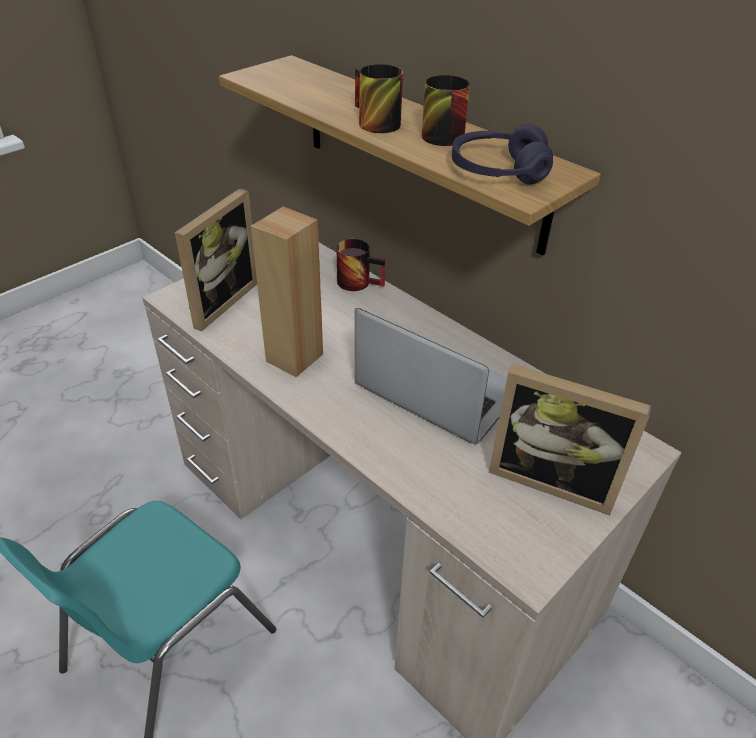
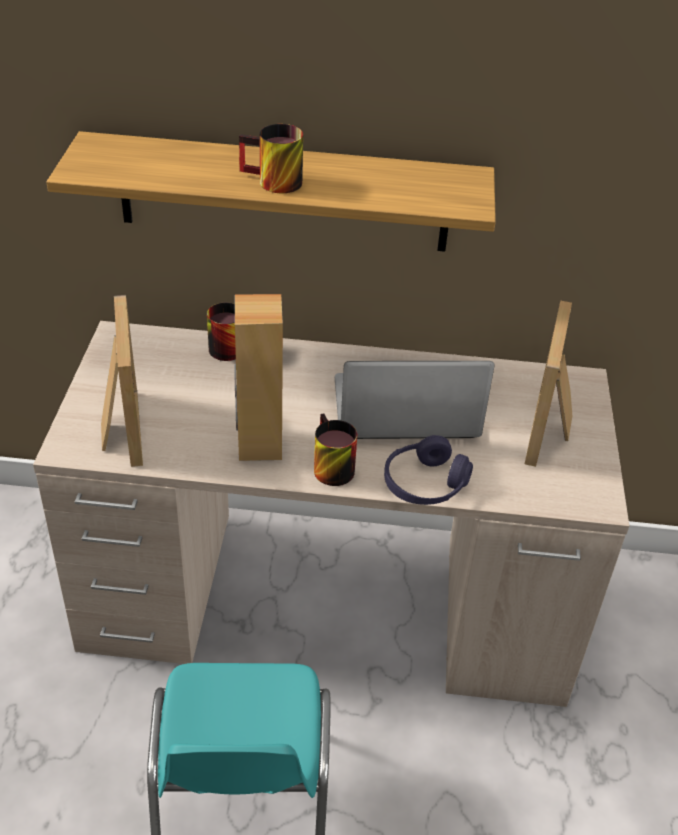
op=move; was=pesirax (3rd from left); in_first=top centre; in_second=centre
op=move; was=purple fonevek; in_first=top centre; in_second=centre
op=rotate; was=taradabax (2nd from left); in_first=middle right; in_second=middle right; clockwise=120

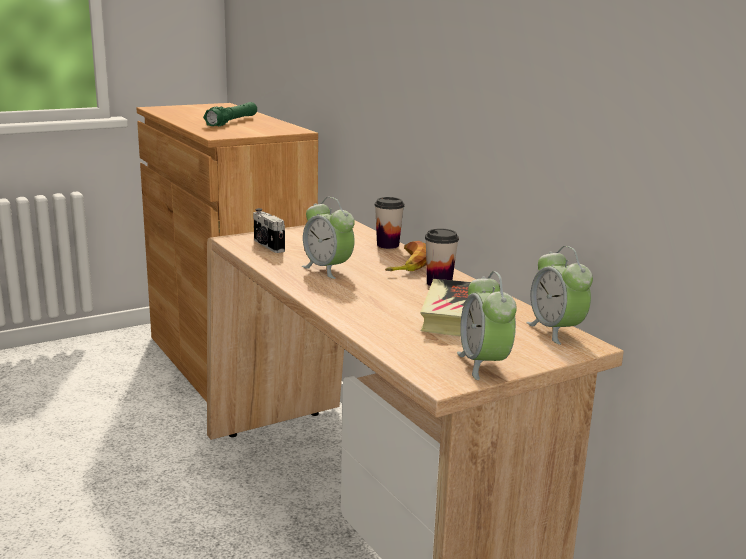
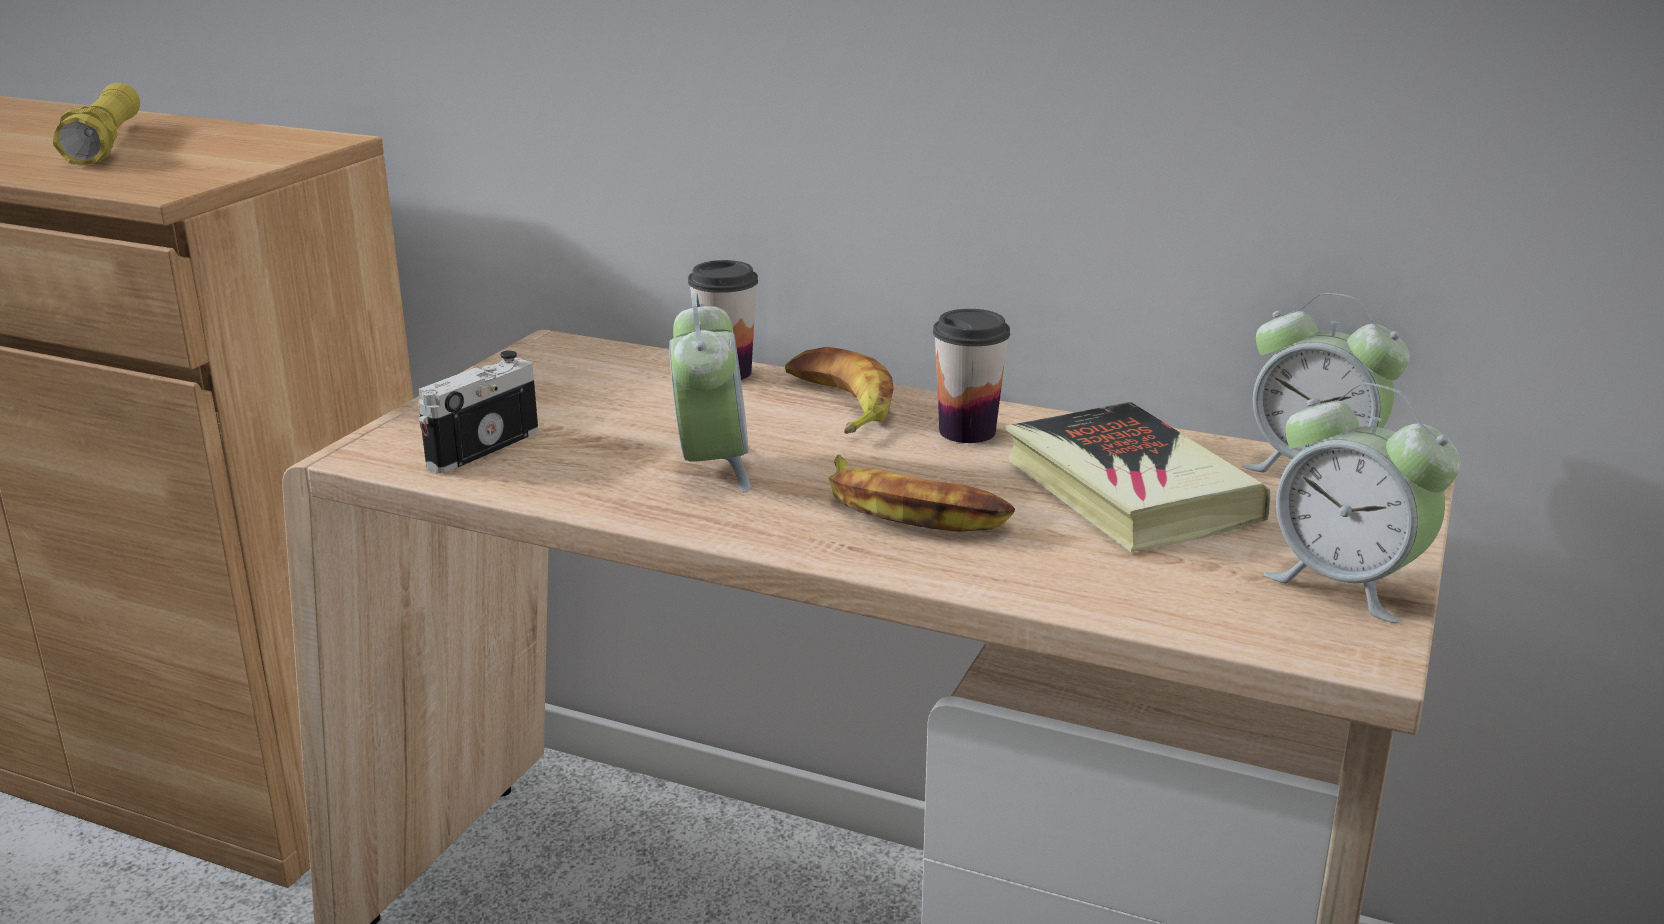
op=recolor; was=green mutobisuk; now=yellow mutobisuk; in_first=top left; in_second=top left
op=rotate; was=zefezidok; in_first=centre; in_second=middle left; clockwise=105
op=rotate; was=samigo (1st from left); in_first=centre; in_second=centre; clockwise=-105
op=insert; now=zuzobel (2nd from left); in_second=centre

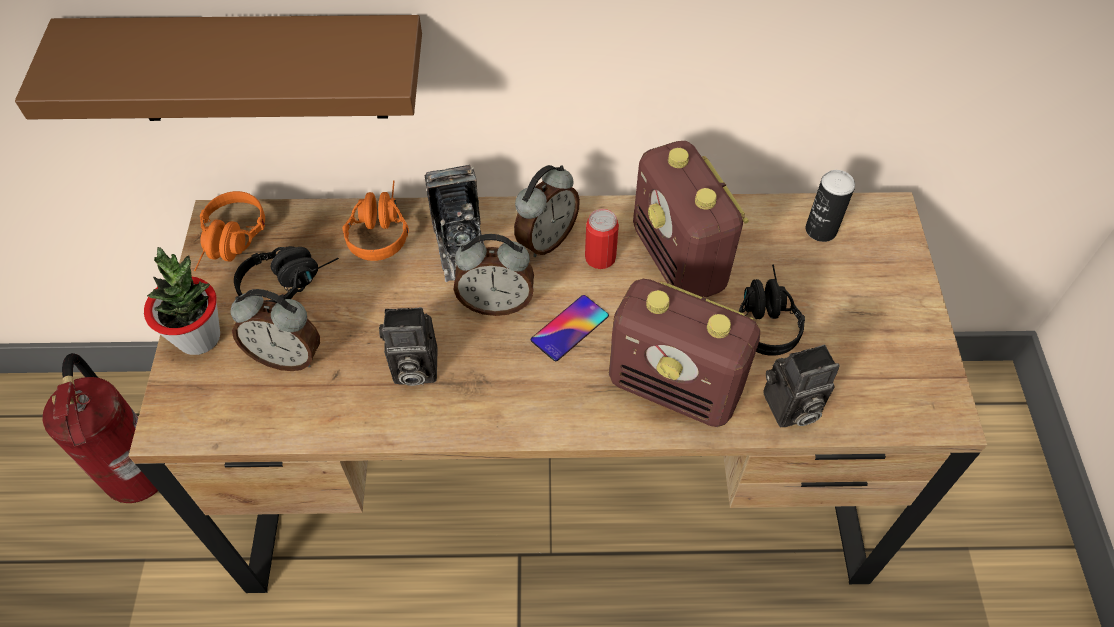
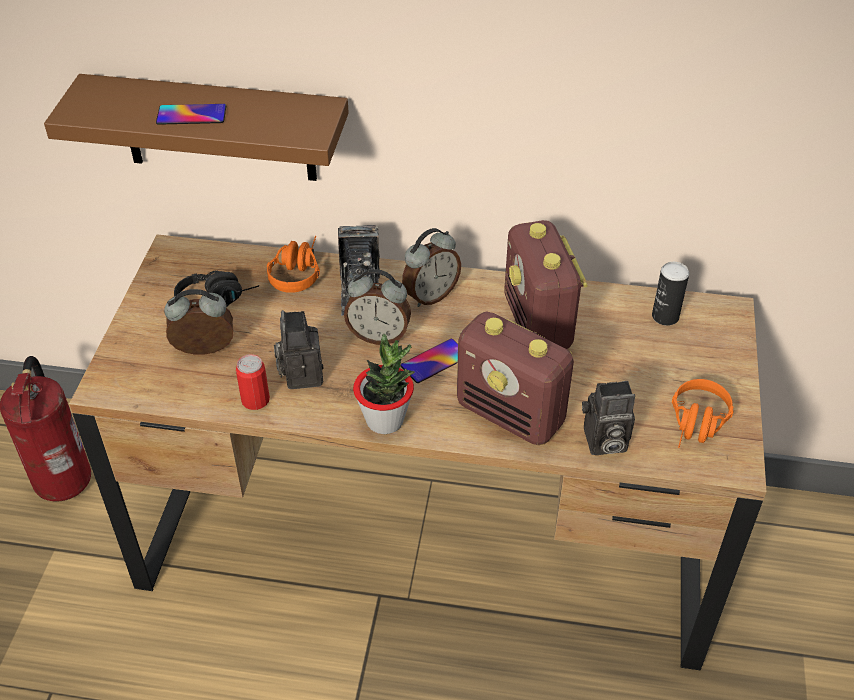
op=move; was=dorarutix; in_first=middle left; in_second=centre
op=move; was=orange fonevek (1st from left in the first image); now=orange fonevek (2nd from left); in_first=middle left; in_second=middle right
op=rotate; was=samigo (1st from left); in_first=middle left; in_second=middle left; clockwise=150
op=rotate; was=zefezidok (1st from left); in_first=centre; in_second=centre; clockwise=75
op=move; was=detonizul (1st from left); in_first=centre; in_second=middle left
op=delete; was=black fonevek (2nd from left); in_first=middle right
op=insert; now=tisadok (1st from left); in_second=top left

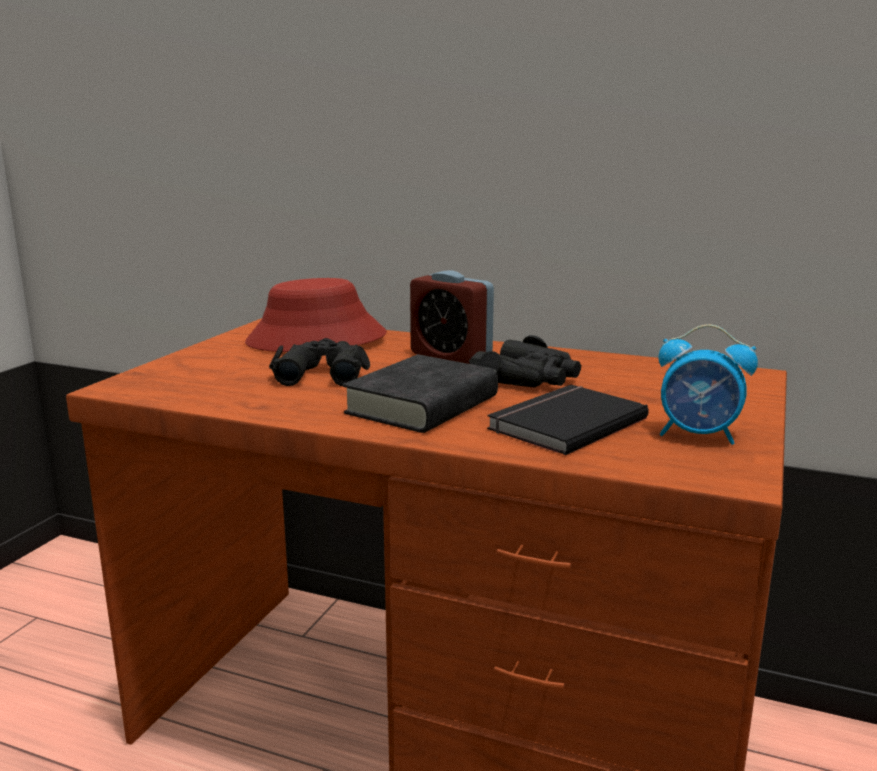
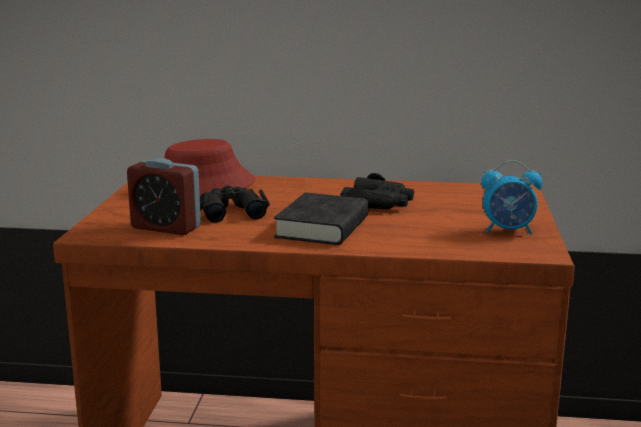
op=move; was=samigo (1st from left); in_first=centre; in_second=middle left
op=delete; was=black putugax (2nd from left); in_first=centre

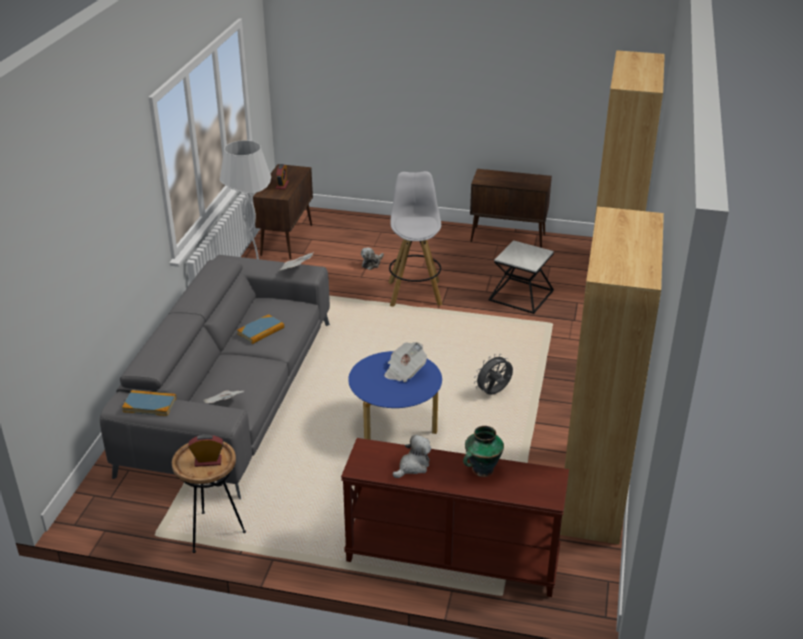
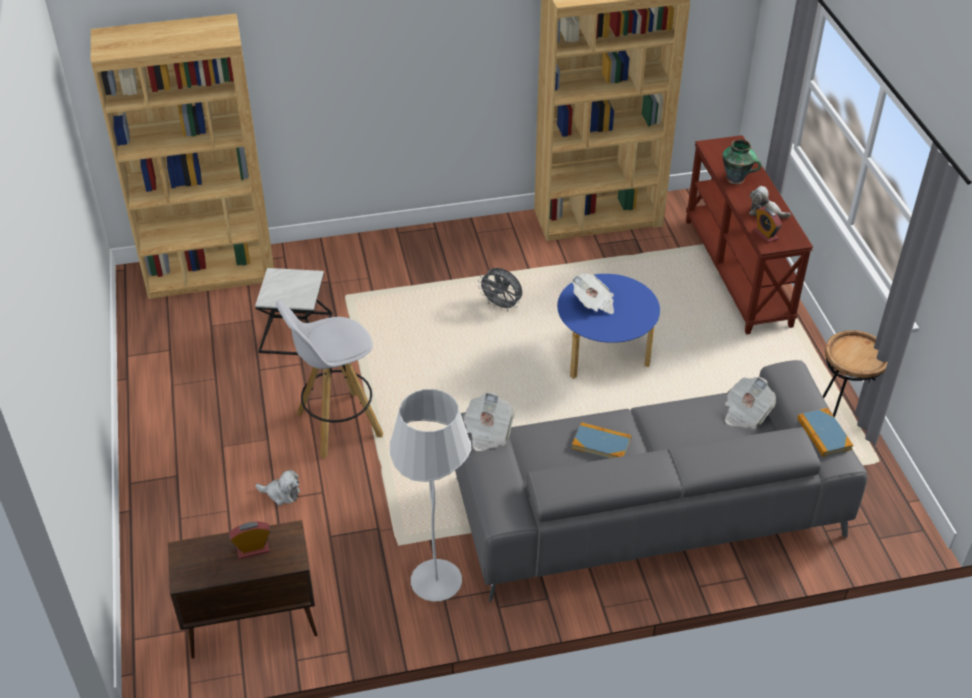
op=move; was=samigo (1st from left in the first image); now=samigo (2nd from left); in_first=bottom left; in_second=top right
op=delete; was=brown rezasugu (2nd from left); in_first=top centre

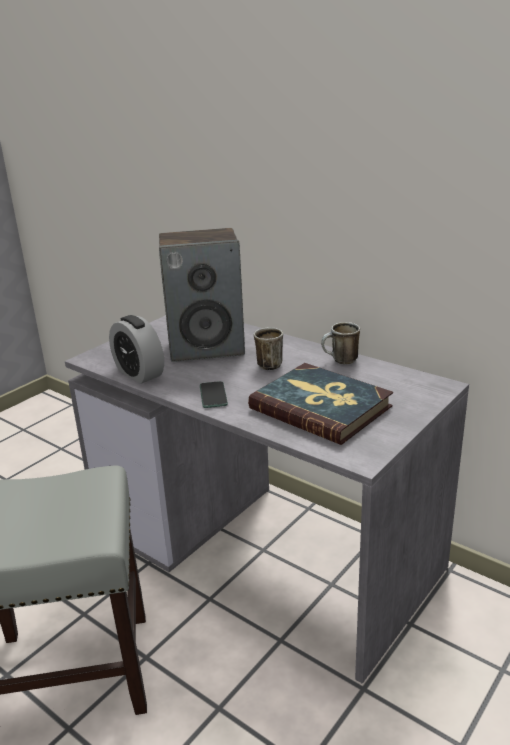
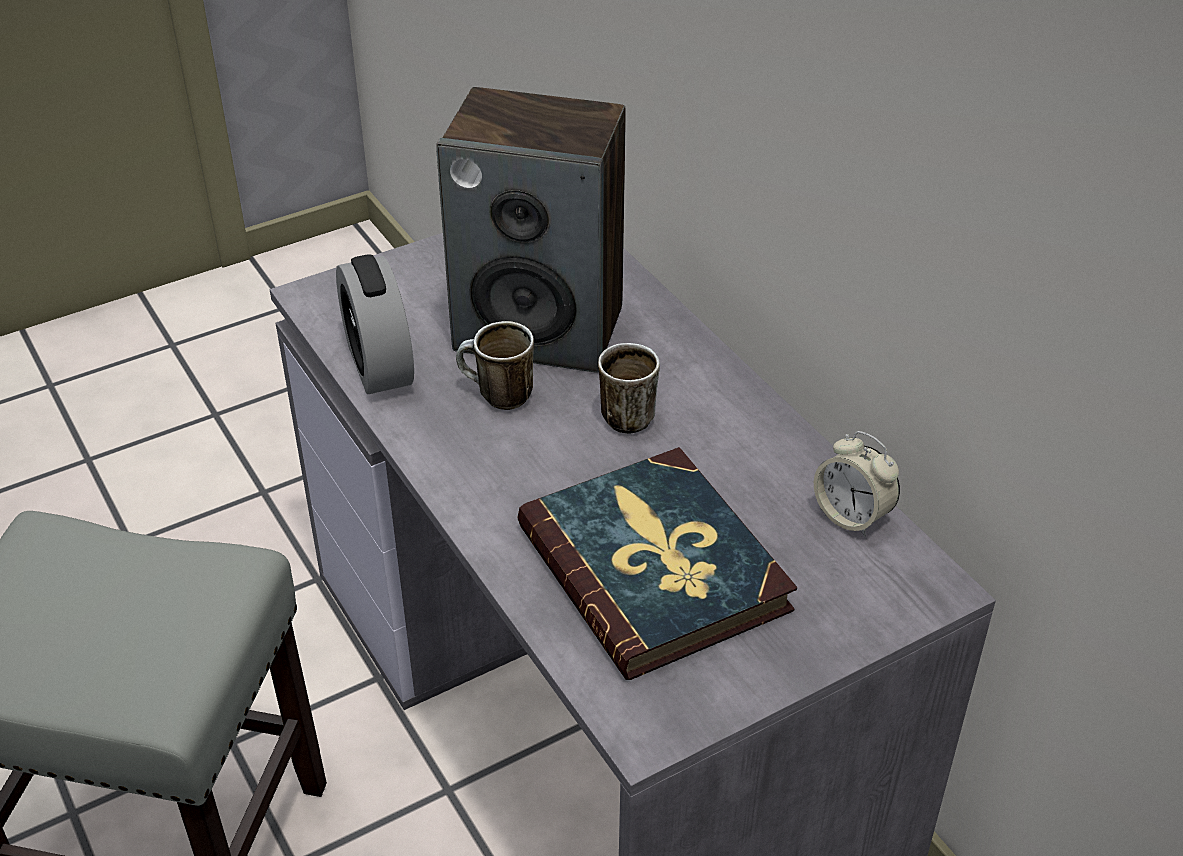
op=delete; was=tisadok; in_first=centre
op=move; was=pesirax (2nd from left in the first image); now=pesirax (1st from left); in_first=middle right; in_second=centre
op=insert; now=samigo (2nd from left); in_second=middle right

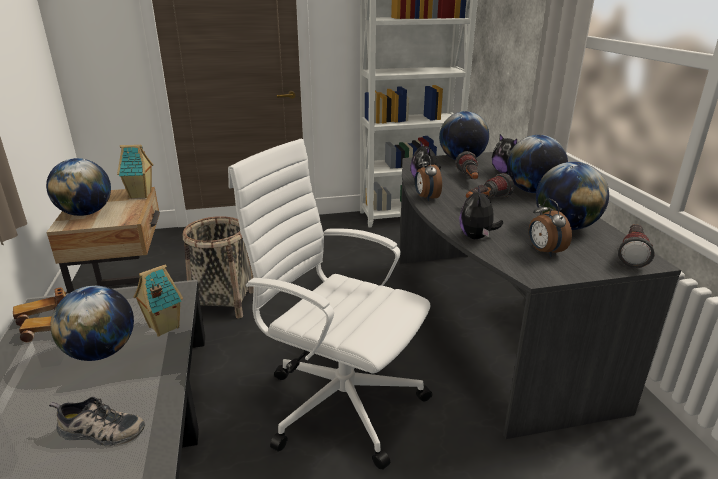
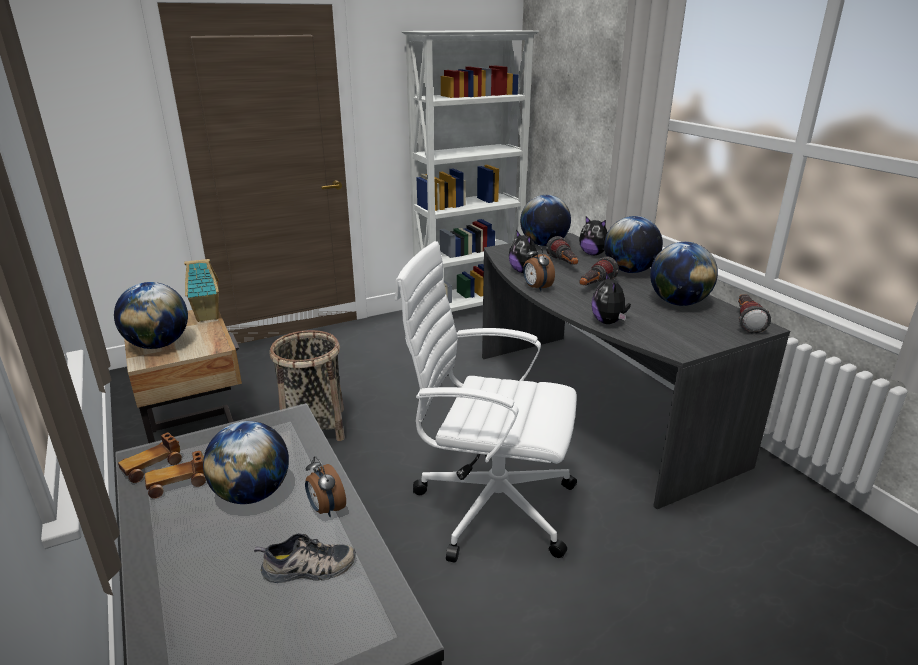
op=delete; was=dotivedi (2nd from left); in_first=middle left
op=move; was=samigo (2nd from left in the first image); now=samigo (1st from left); in_first=middle right; in_second=bottom centre

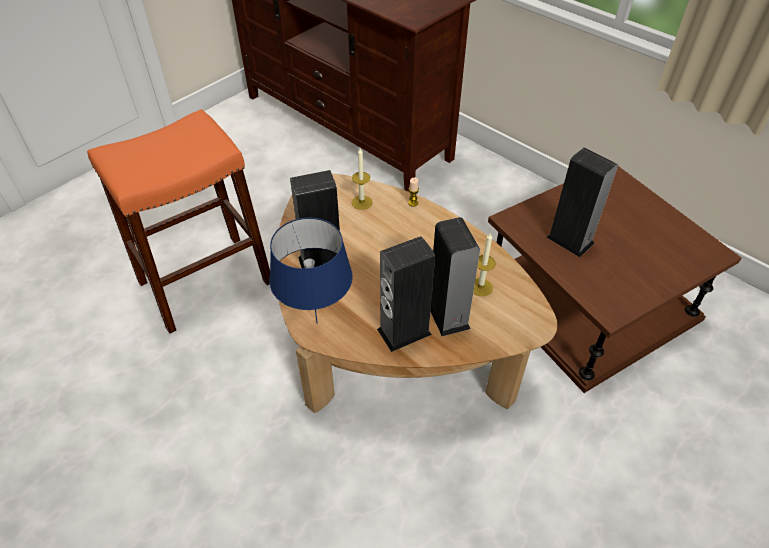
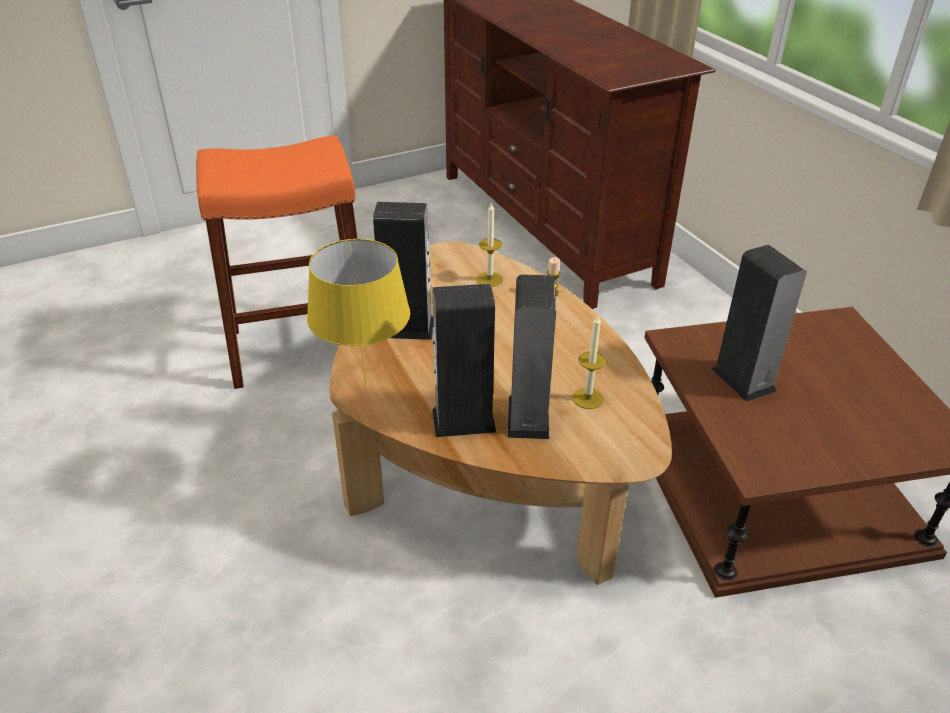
op=recolor; was=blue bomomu; now=yellow bomomu; in_first=centre; in_second=centre

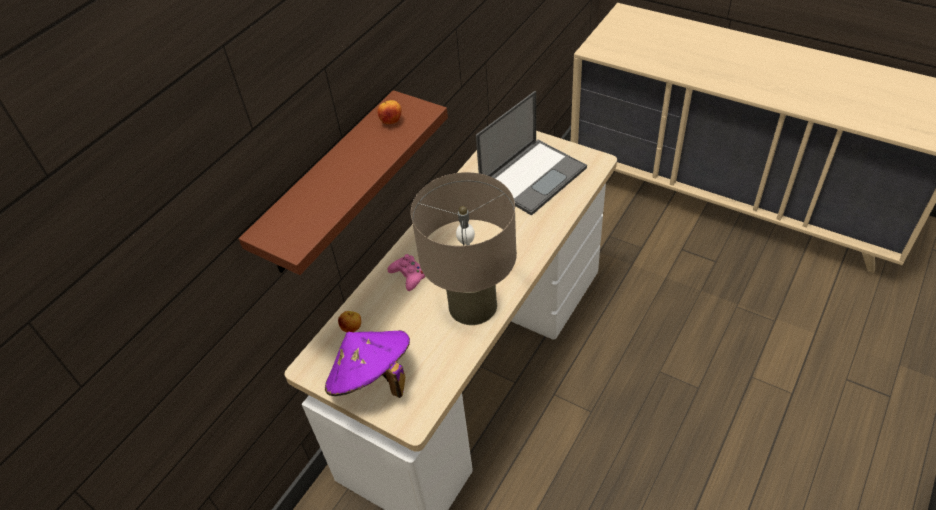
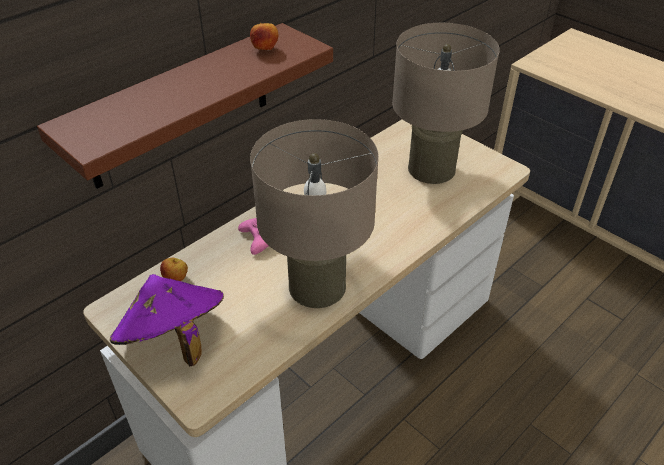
op=replace; was=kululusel; now=beige bomomu (2nd from left); in_first=top centre; in_second=top right

